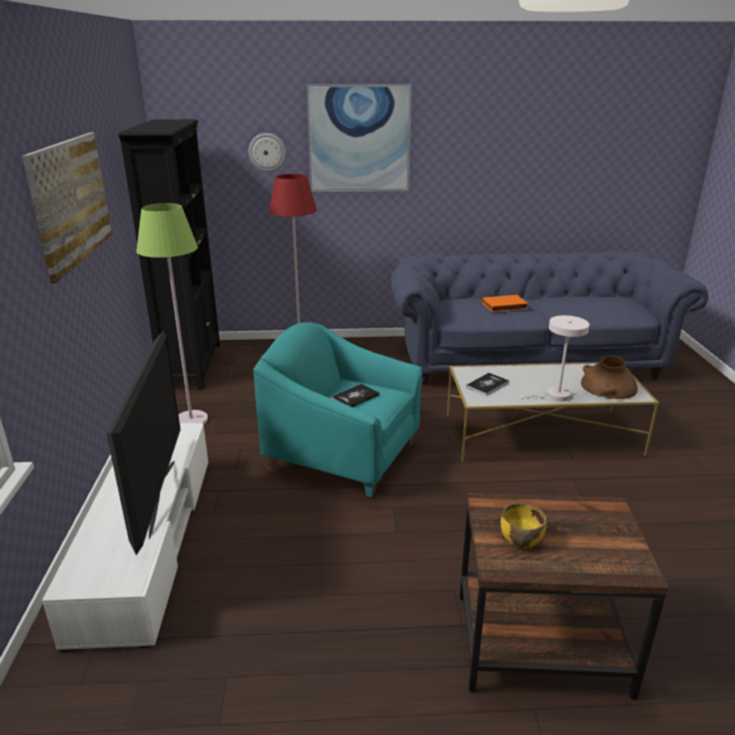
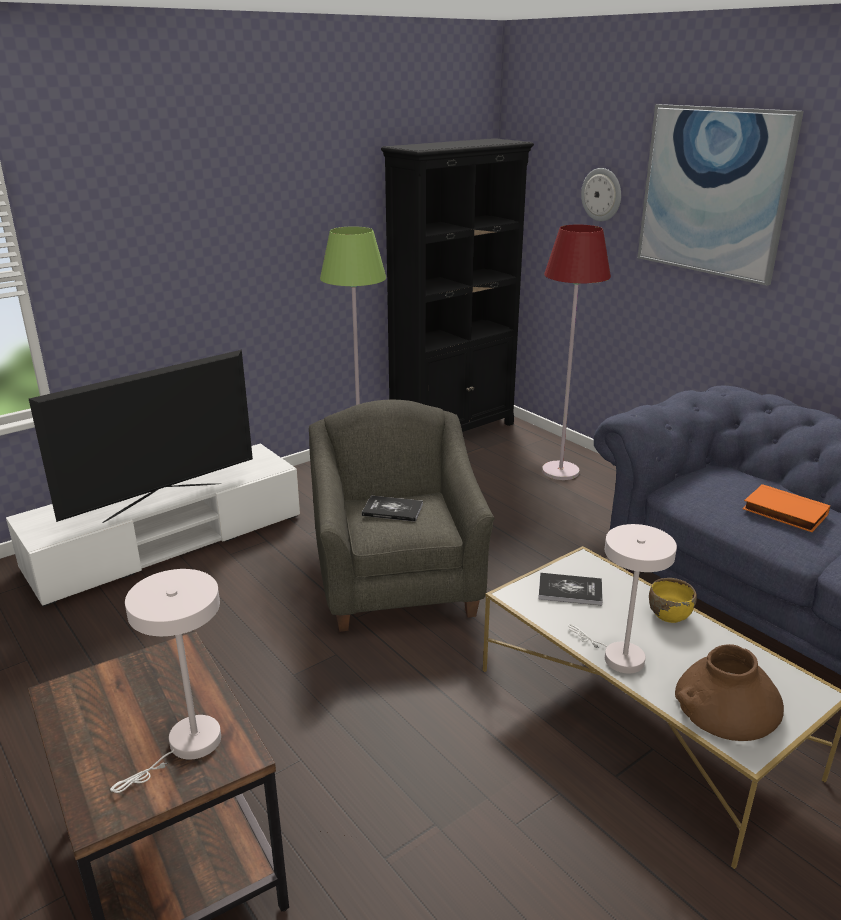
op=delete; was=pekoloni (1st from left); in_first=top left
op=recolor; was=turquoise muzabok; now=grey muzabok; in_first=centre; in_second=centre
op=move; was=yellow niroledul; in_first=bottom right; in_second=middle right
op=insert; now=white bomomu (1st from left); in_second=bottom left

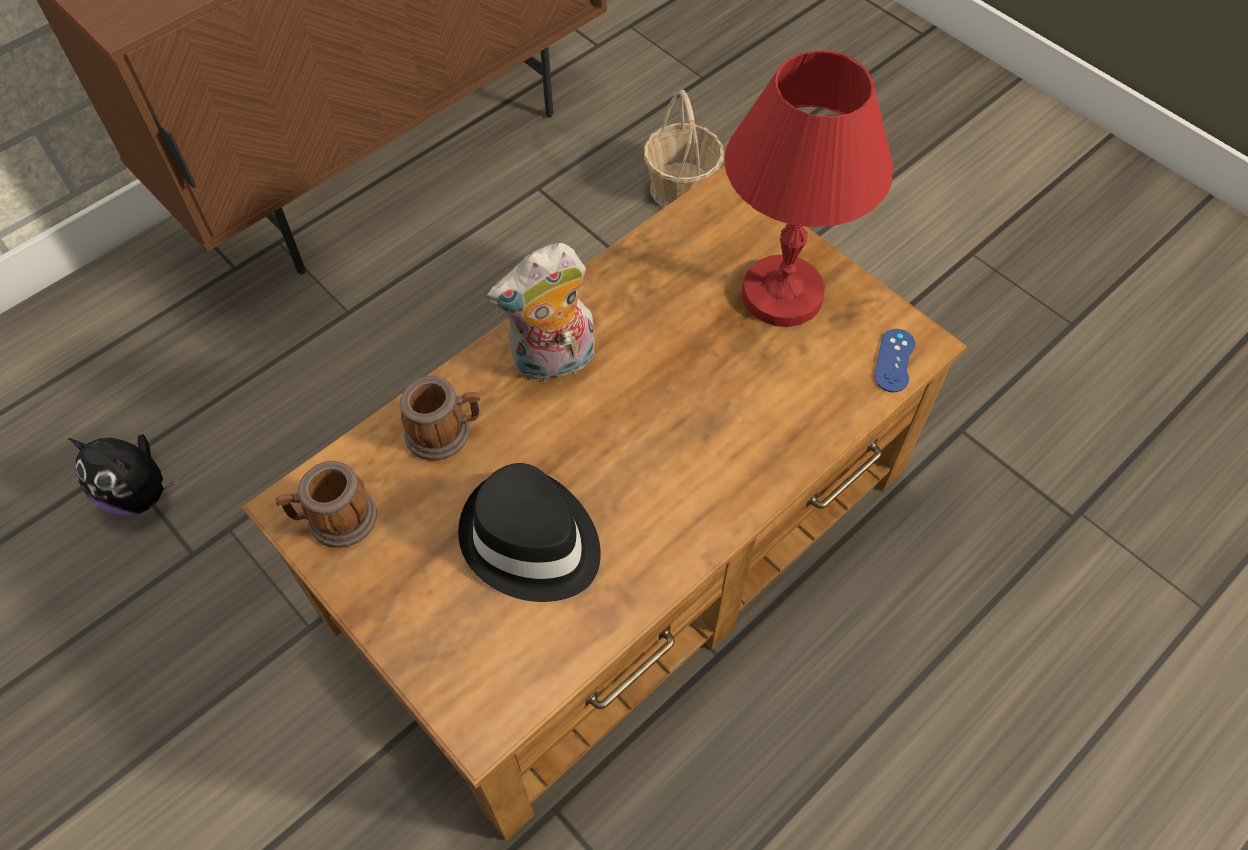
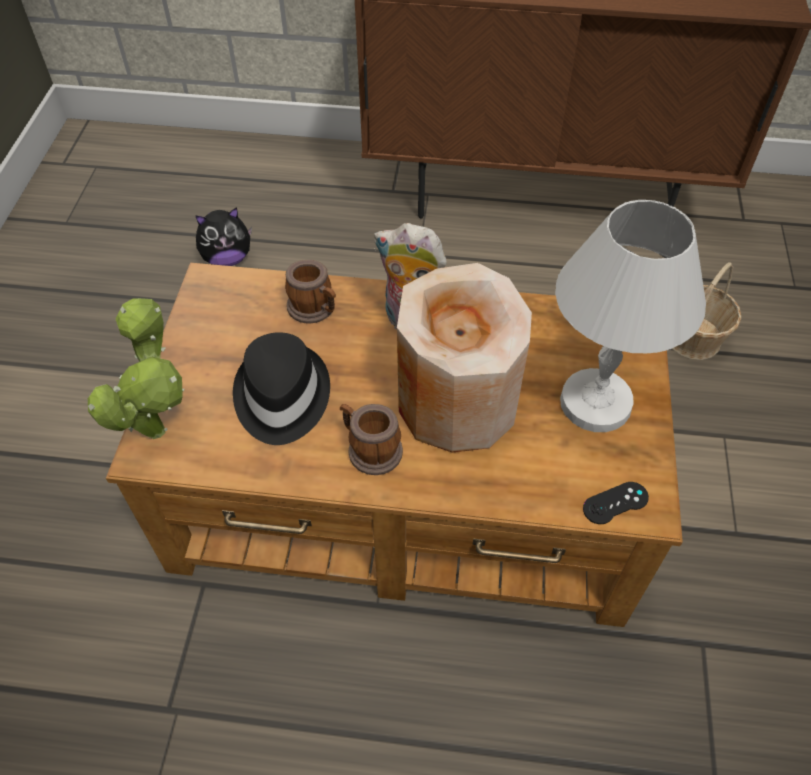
op=rotate; was=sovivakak (1st from left); in_first=middle left; in_second=top left; clockwise=-90
op=move; was=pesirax (1st from left in the first image); now=pesirax (2nd from left); in_first=middle left; in_second=centre
op=recolor; was=red bomomu; now=white bomomu; in_first=top centre; in_second=middle right
op=recolor; was=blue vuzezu; now=black vuzezu; in_first=middle right; in_second=middle right
op=insert; now=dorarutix; in_second=middle left
op=insert; now=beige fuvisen; in_second=centre

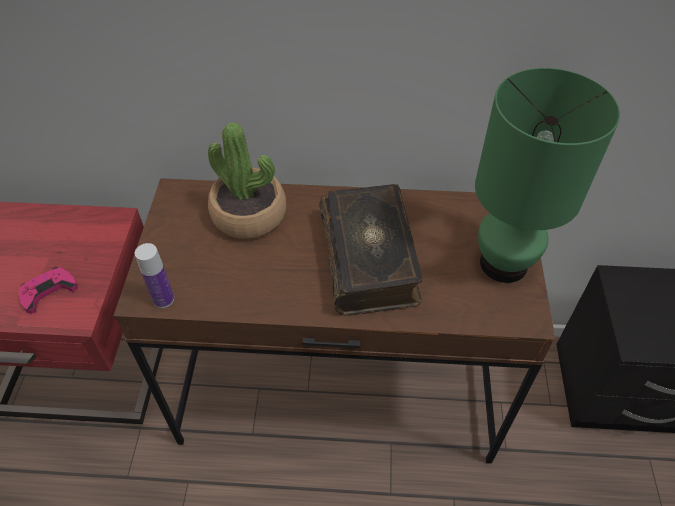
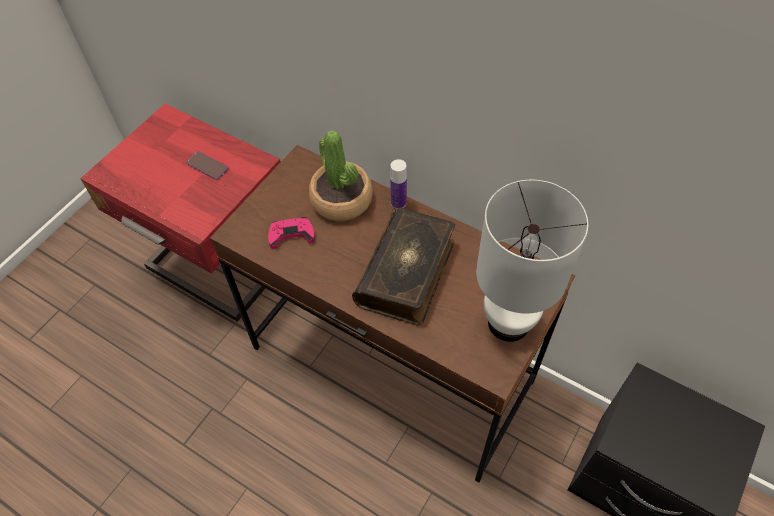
op=move; was=pink vuzezu; in_first=middle left; in_second=centre
op=move; was=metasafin; in_first=middle left; in_second=centre
op=recolor; was=green bomomu; now=white bomomu; in_first=middle right; in_second=middle right
op=insert; now=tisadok; in_second=top left

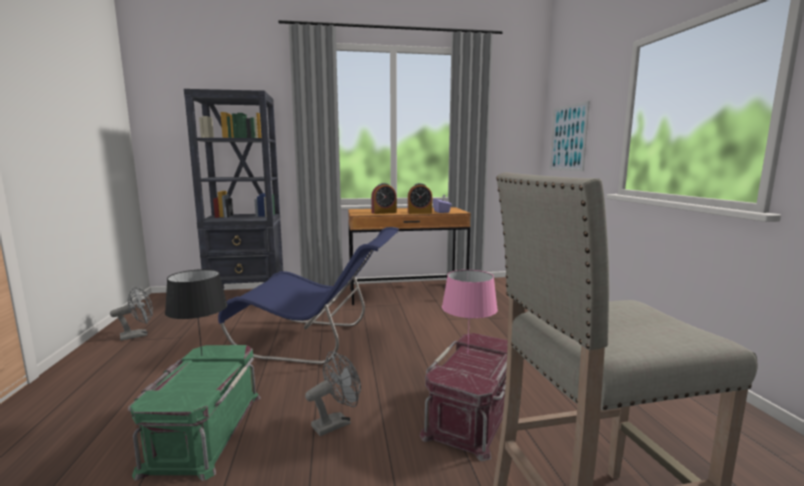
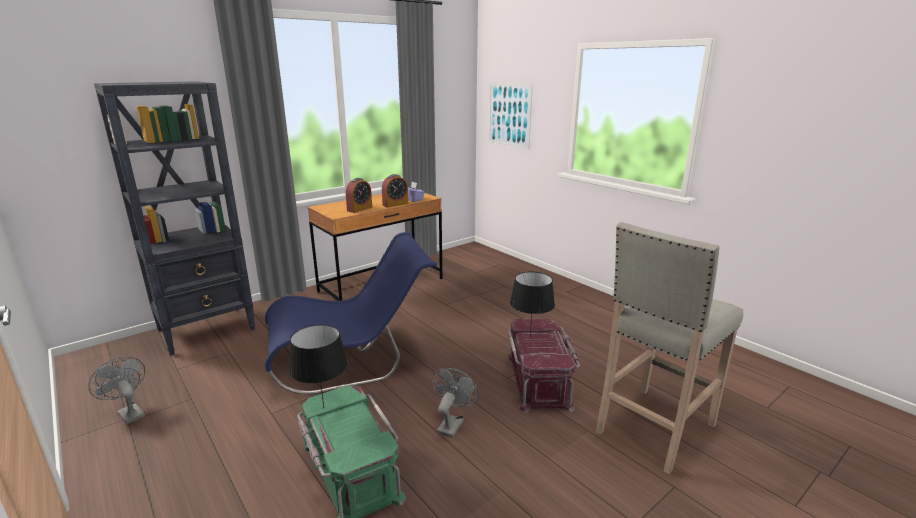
op=rotate; was=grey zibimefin (1st from left); in_first=middle left; in_second=bottom left; clockwise=-75
op=recolor; was=pink bomomu; now=black bomomu (2nd from left); in_first=centre; in_second=centre

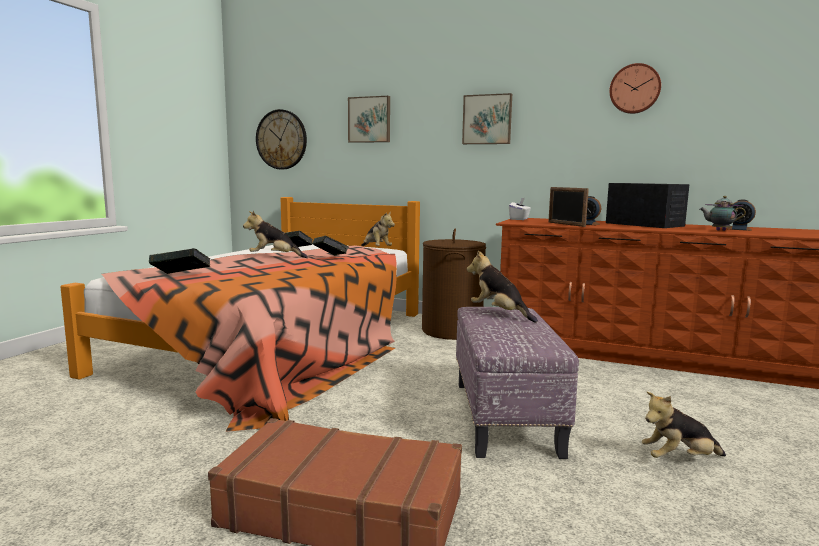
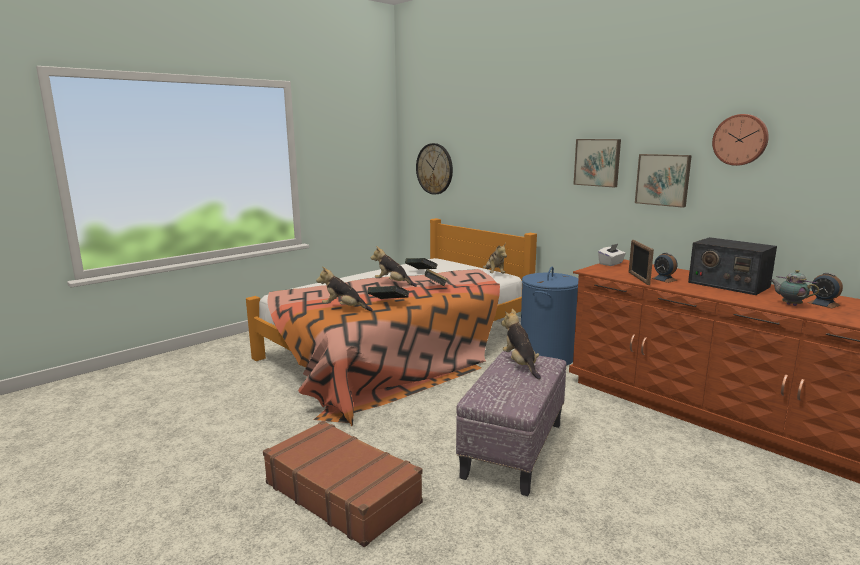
op=move; was=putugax (1st from left); in_first=middle left; in_second=centre
op=move; was=pekoloni (1st from left in the first image); now=pekoloni (2nd from left); in_first=top centre; in_second=top right
op=recolor; was=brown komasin; now=blue komasin; in_first=centre; in_second=centre
op=rotate; was=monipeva; in_first=middle right; in_second=middle right; clockwise=150
op=move; was=sovivakak (4th from left in the first image); now=sovivakak (1st from left); in_first=bottom right; in_second=centre

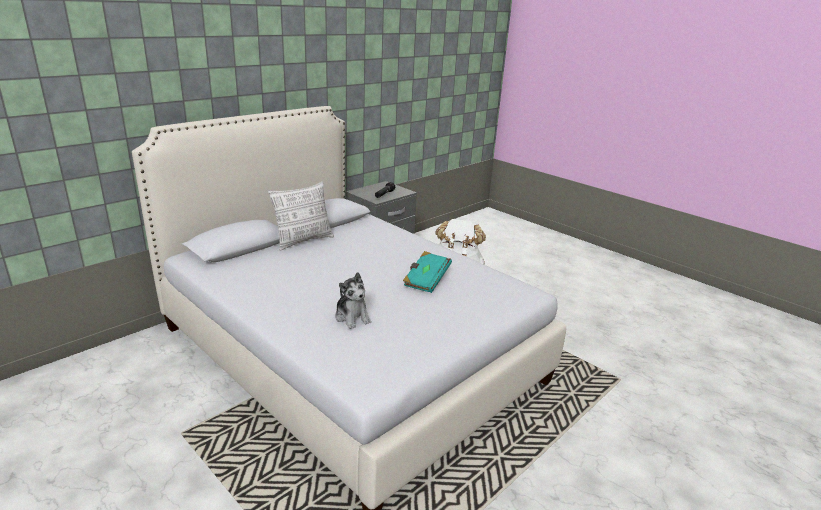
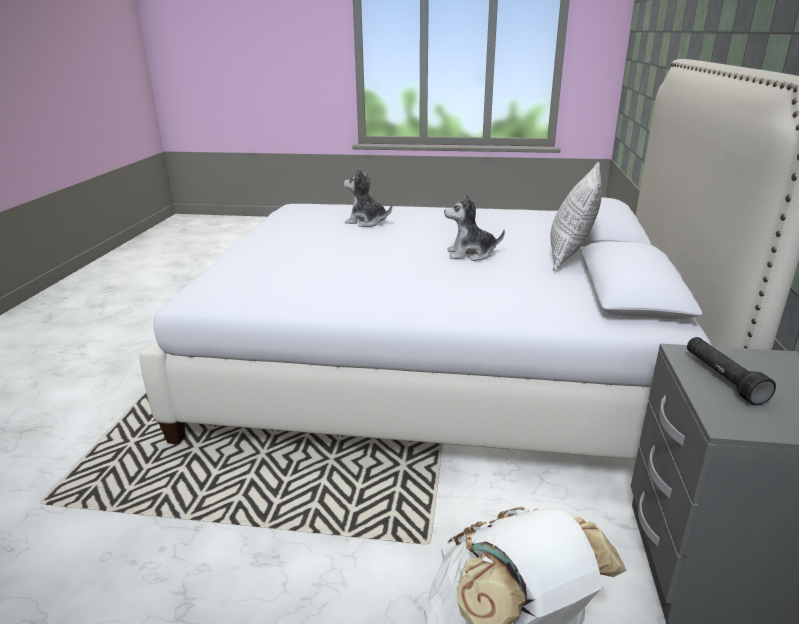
op=delete; was=turquoise putugax; in_first=centre
op=insert; now=sovivakak (2nd from left); in_second=centre

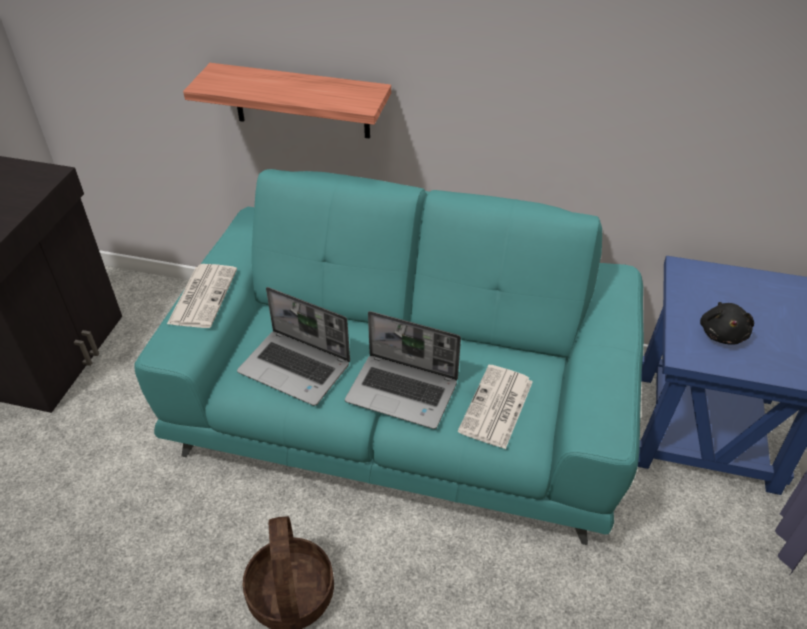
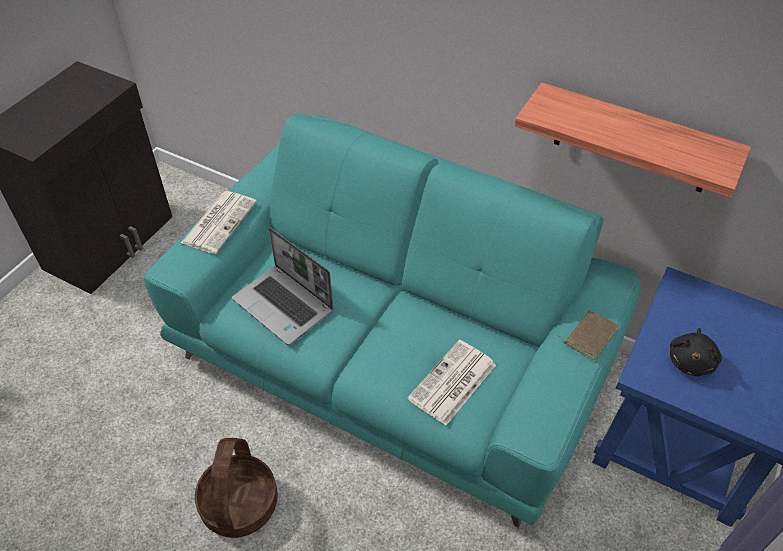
op=move; was=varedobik; in_first=top centre; in_second=top right
op=delete; was=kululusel (2nd from left); in_first=centre
op=insert; now=brown putugax; in_second=middle right

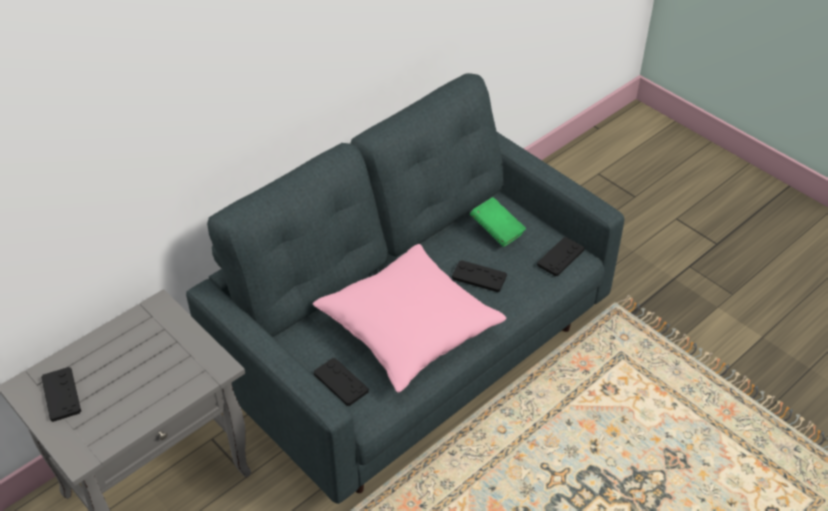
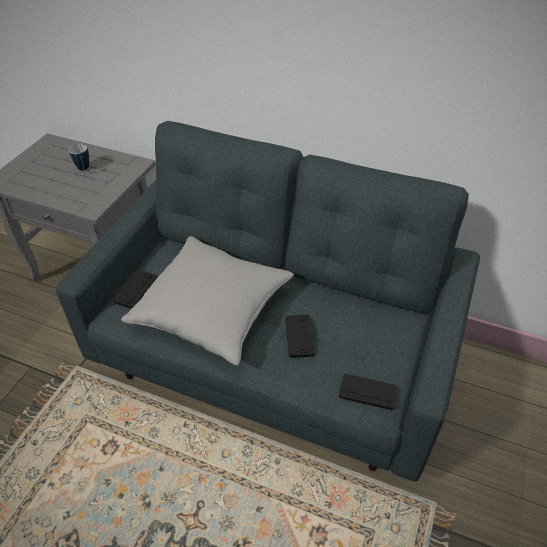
op=delete; was=black vuzezu (1st from left); in_first=bottom left
op=recolor; was=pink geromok; now=grey geromok; in_first=centre; in_second=centre
op=delete; was=green putugax; in_first=centre
op=insert; now=pesirax; in_second=top left

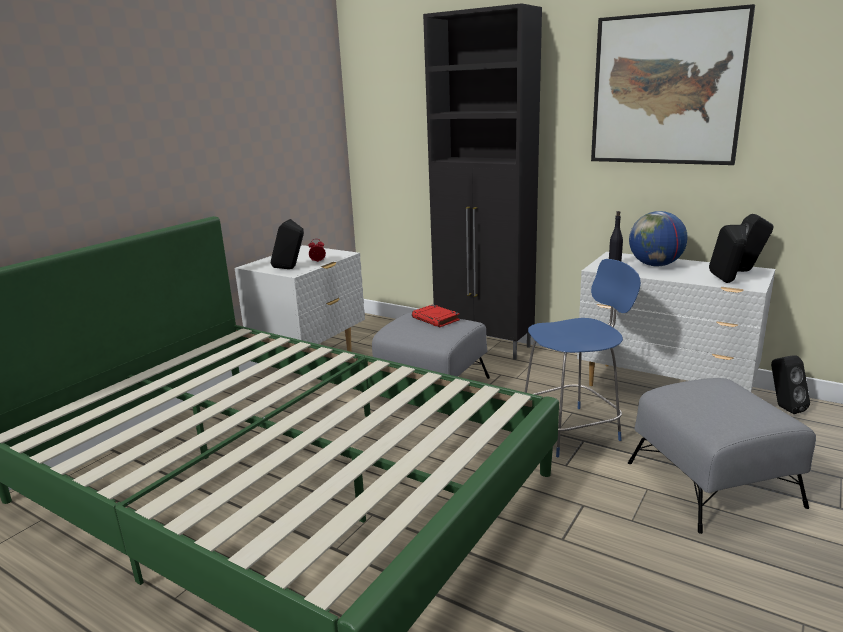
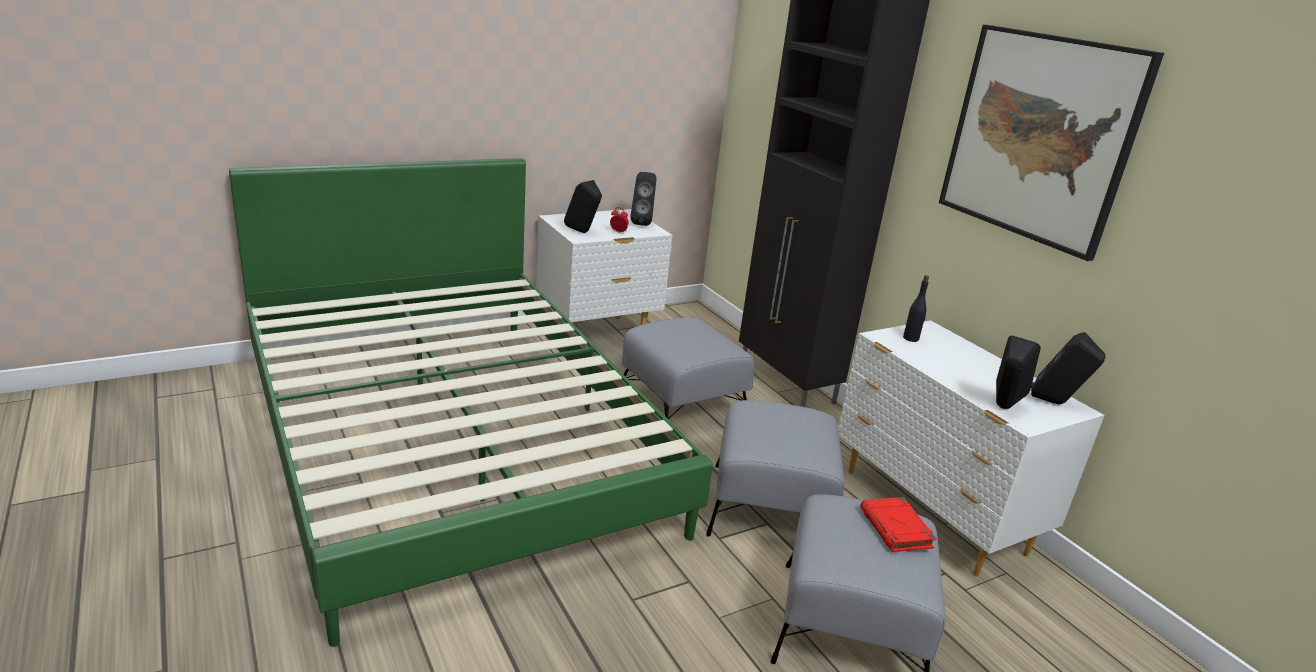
op=move; was=red putugax; in_first=centre; in_second=bottom right
op=replace; was=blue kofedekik; now=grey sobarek (2nd from left); in_first=middle right; in_second=bottom centre
op=delete; was=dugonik; in_first=middle right
op=move; was=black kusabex (4th from left in the first image); now=black kusabex (2nd from left); in_first=middle right; in_second=top centre

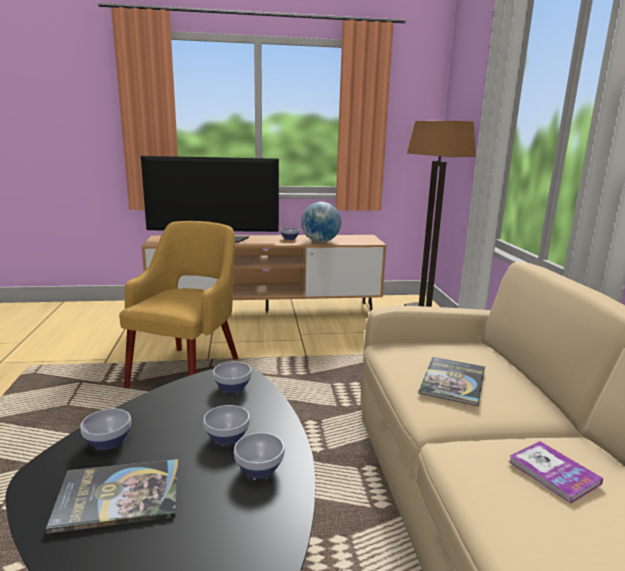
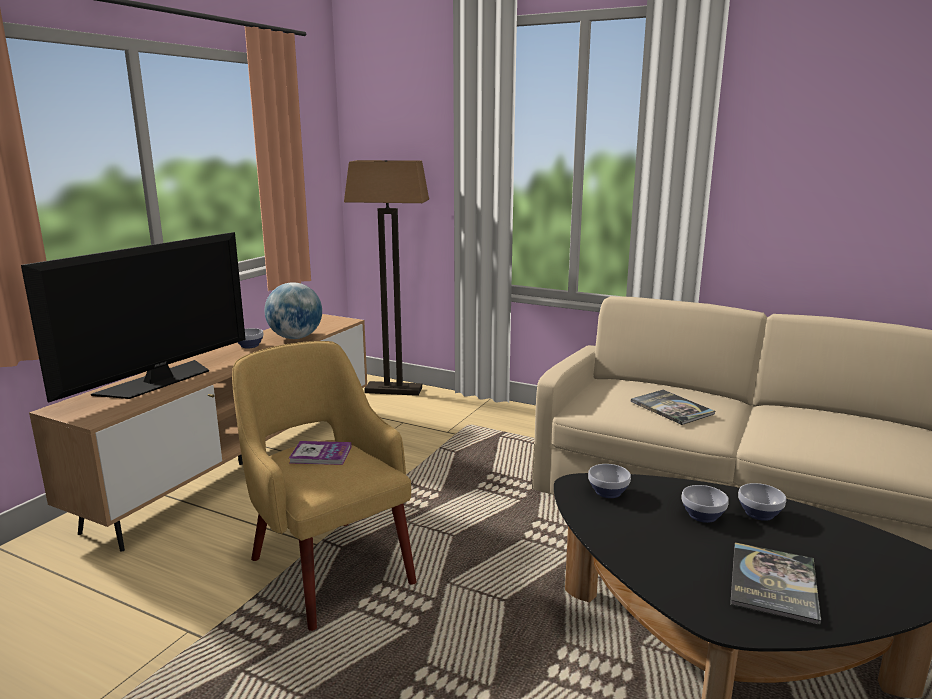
op=delete; was=niroledul (1st from left); in_first=bottom left
op=move; was=putugax (3rd from left in the first image); now=putugax (1st from left); in_first=bottom right; in_second=centre

